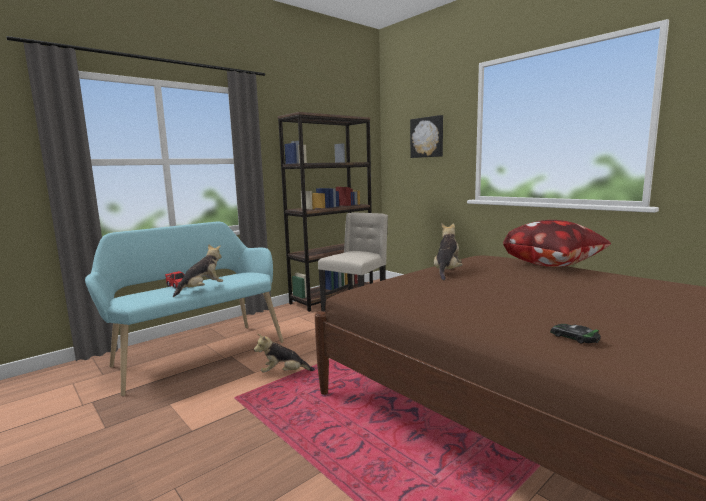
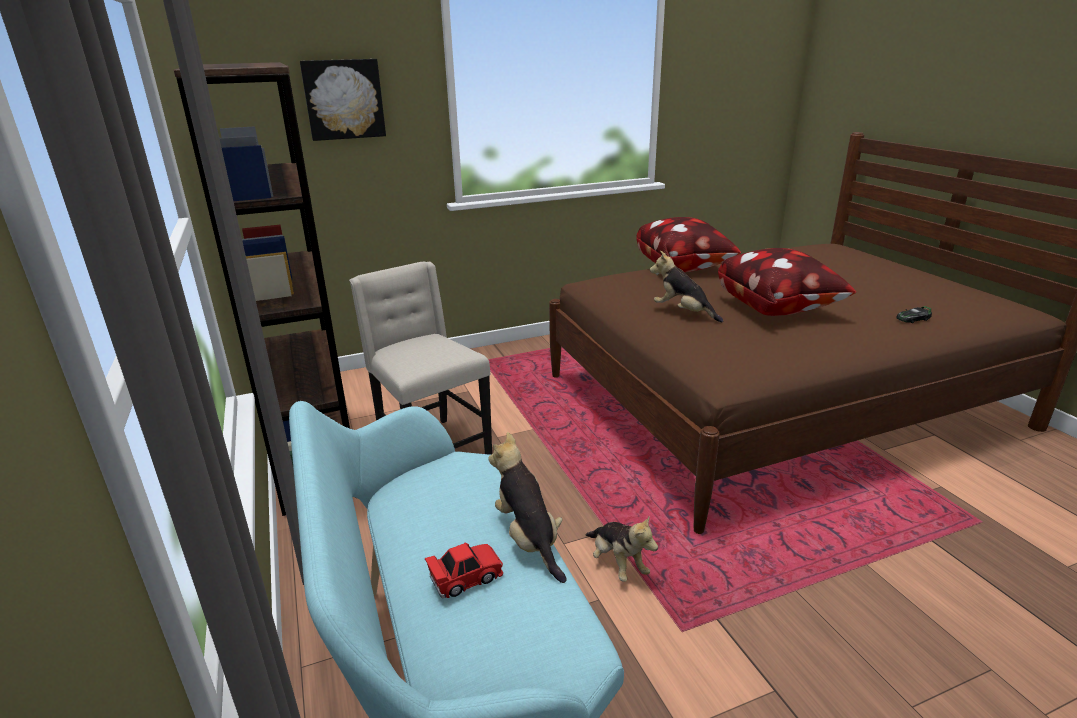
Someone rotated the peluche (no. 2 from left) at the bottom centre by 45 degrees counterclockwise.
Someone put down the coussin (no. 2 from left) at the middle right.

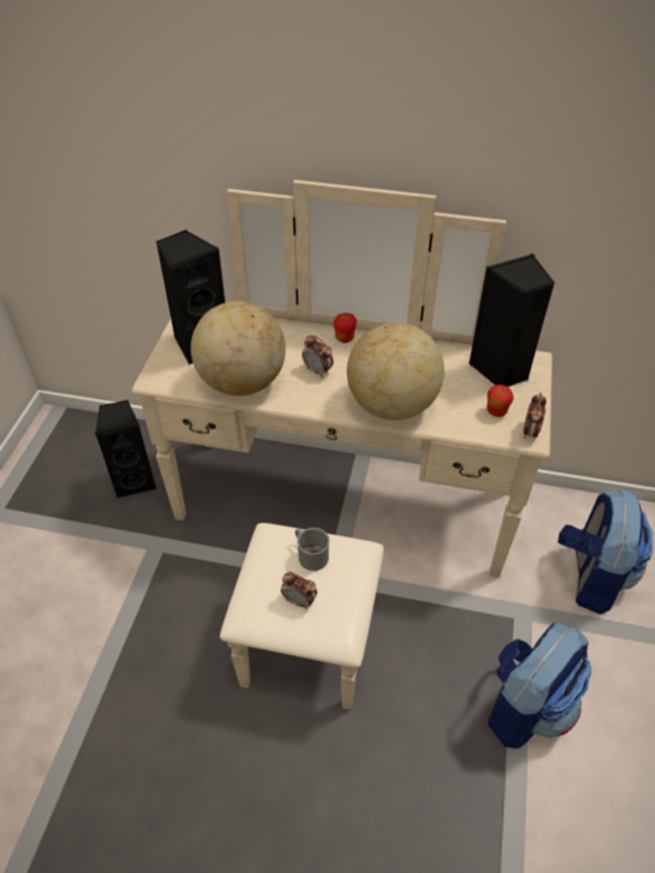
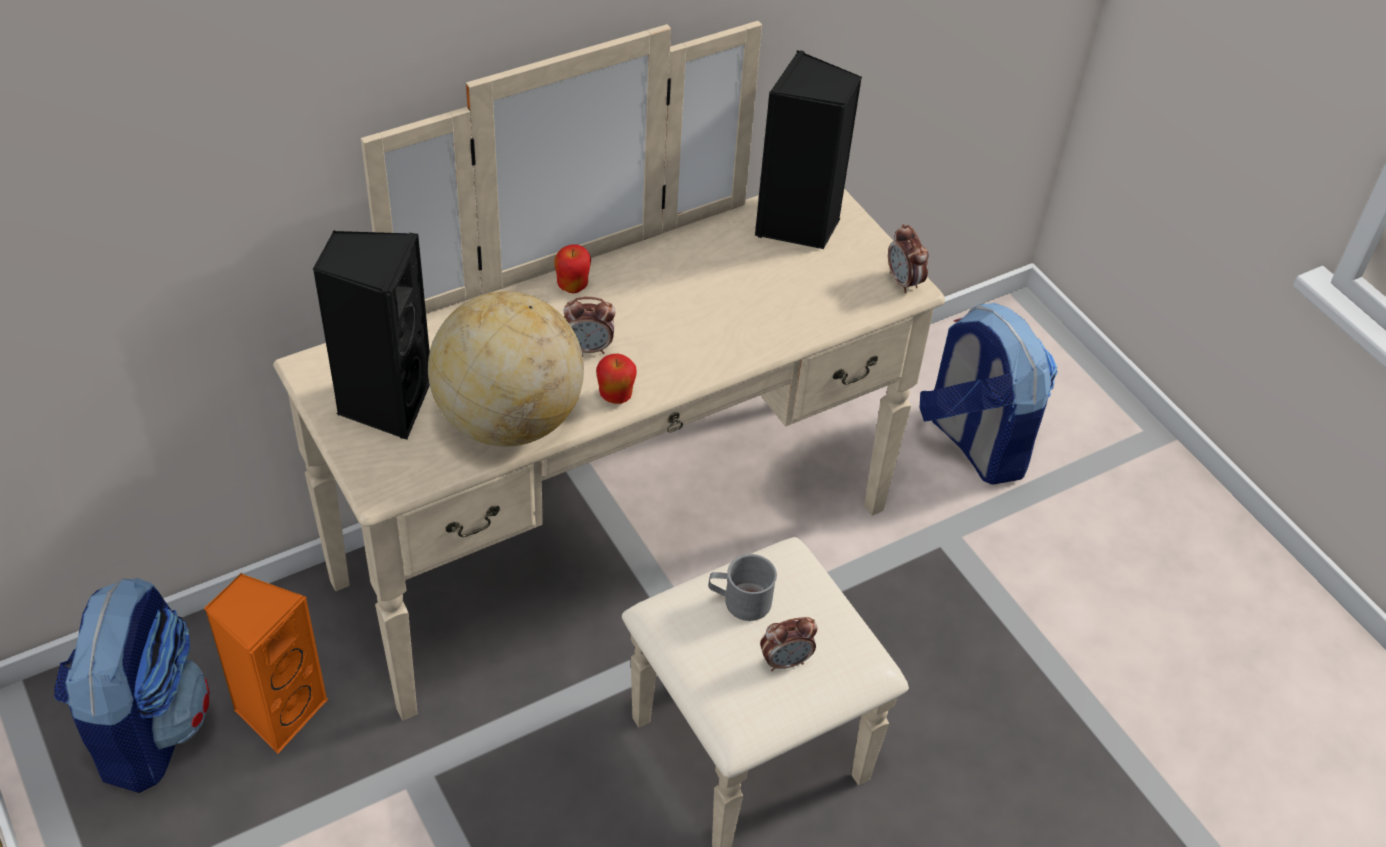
Someone repainted the enceinte [noir] (no. 1 from left) at the middle left, which became the enceinte [orange] at the bottom left.
Someone took away the globe (no. 2 from left) at the centre.
Someone carried the pomme (no. 2 from left) from the middle right to the centre.
Someone carried the sac à dos (no. 1 from left) from the bottom right to the bottom left.

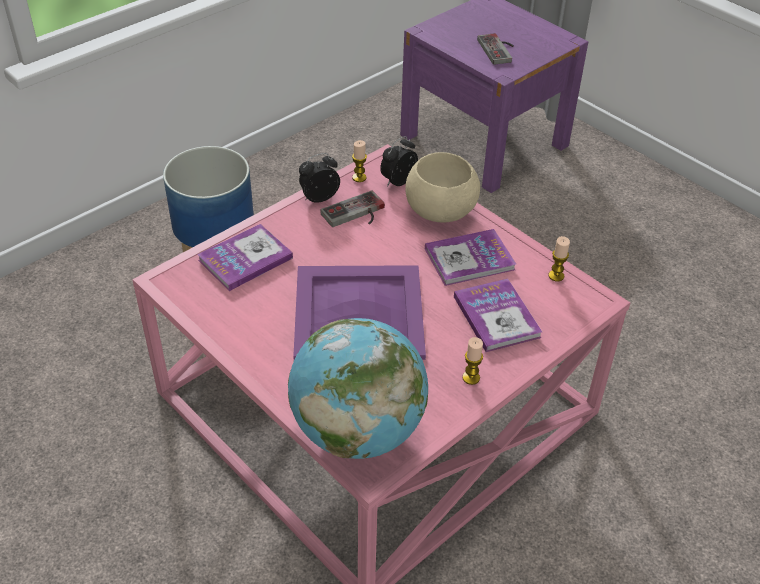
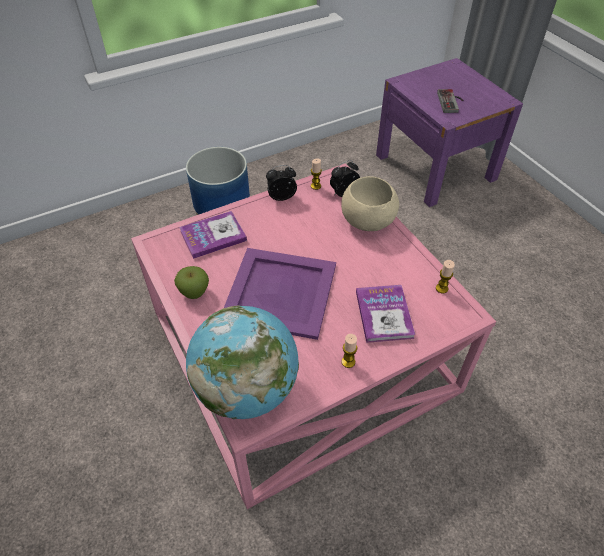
Someone took away the manette (no. 1 from left) at the centre.
Someone took away the livre (no. 2 from left) at the centre.
Someone put down the pomme at the middle left.

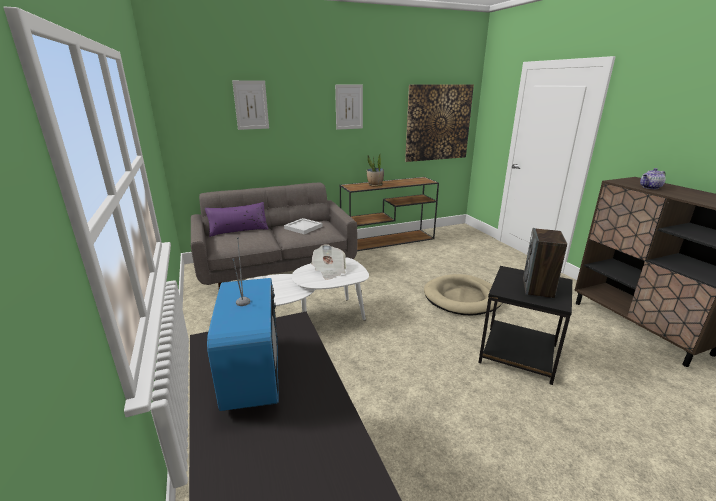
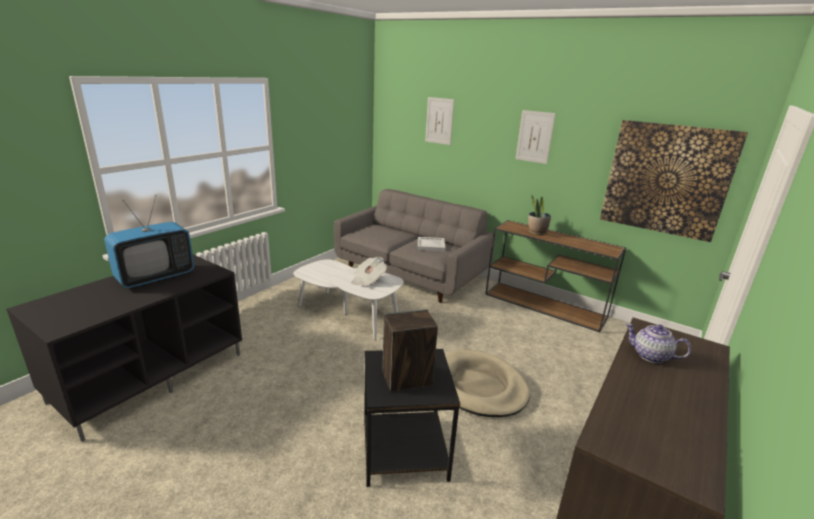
Someone took away the coussin [violet] at the middle left.

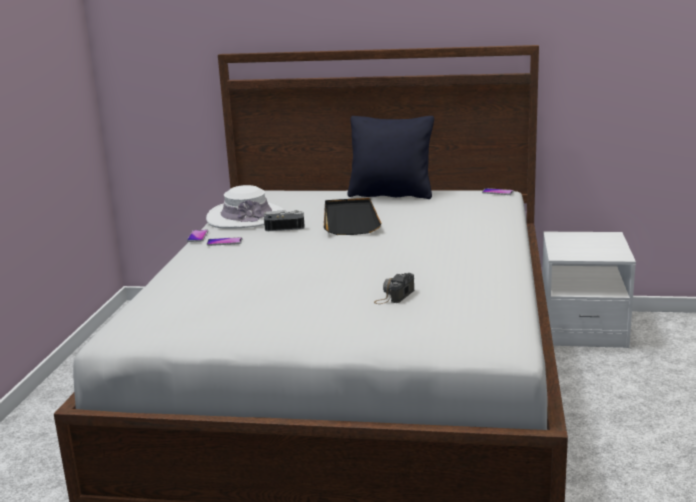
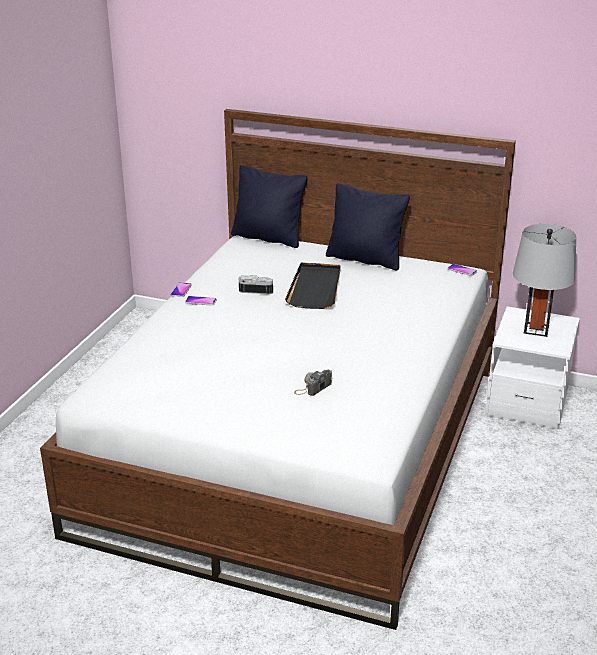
Someone took away the chapeau [blanc] at the centre.
Someone put down the coussin [noir] (no. 1 from left) at the top centre.
Someone put down the lampe de table [gris] at the middle right.

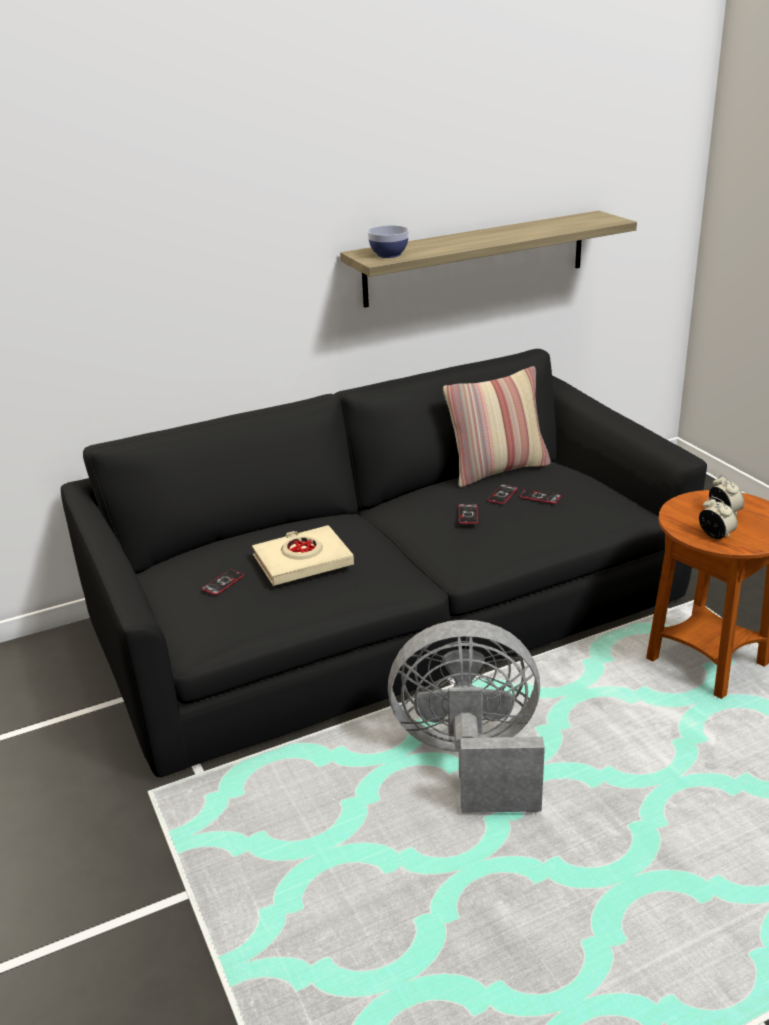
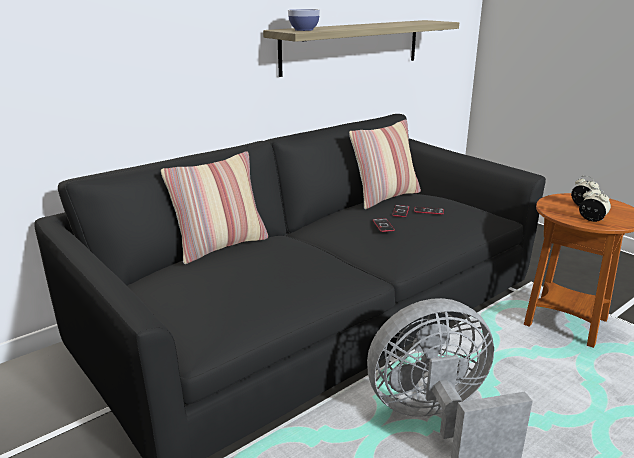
Someone took away the téléphone (no. 1 from left) at the middle left.
Someone took away the livre [beige] at the centre.
Someone put down the coussin (no. 1 from left) at the centre.

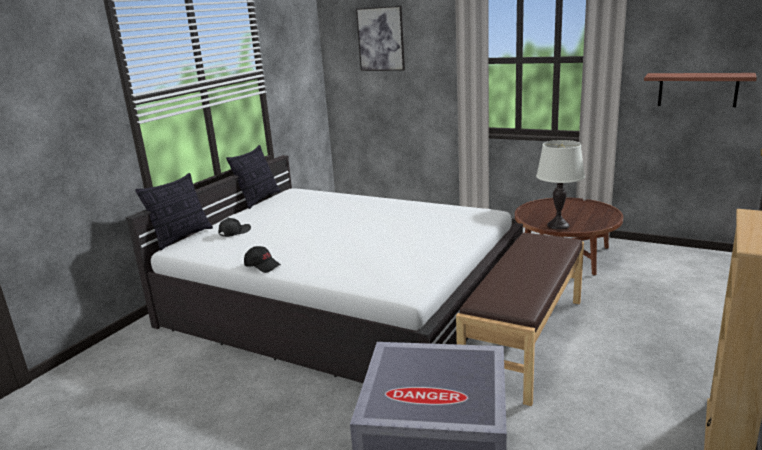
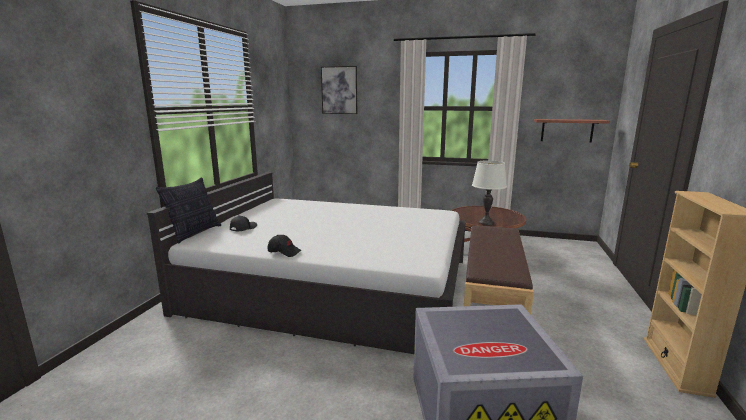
Someone took away the coussin (no. 2 from left) at the middle left.

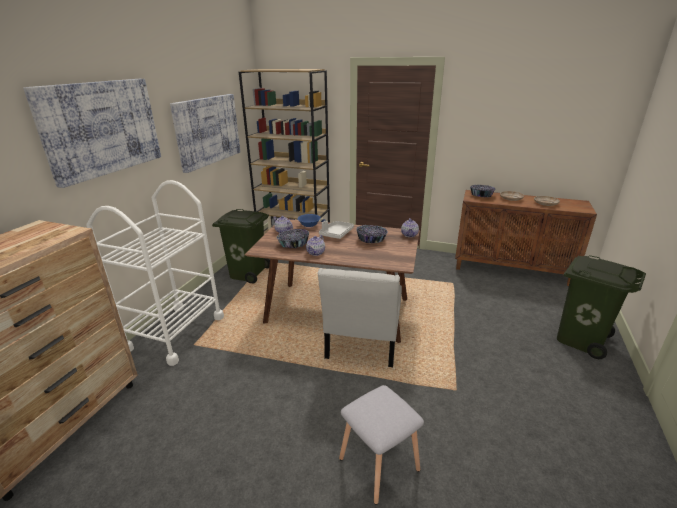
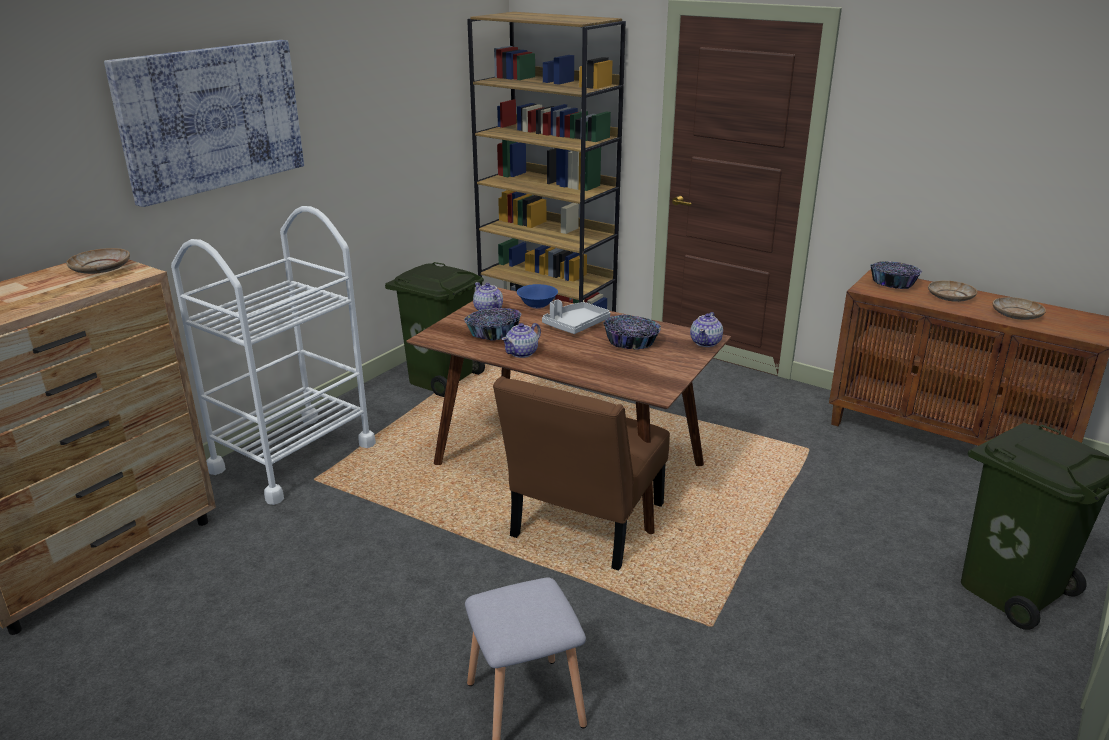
Someone took away the tableau (no. 2 from left) at the top left.
Someone repainted the chaise [blanc] at the centre, which became the chaise [marron] at the centre.
Someone put down the assiette [beige] (no. 1 from left) at the middle left.

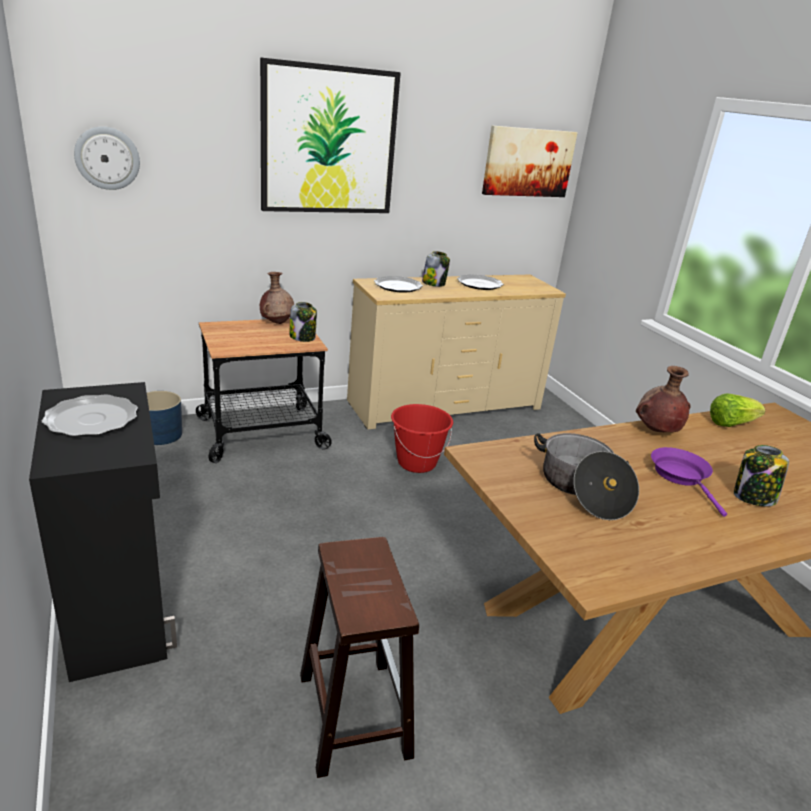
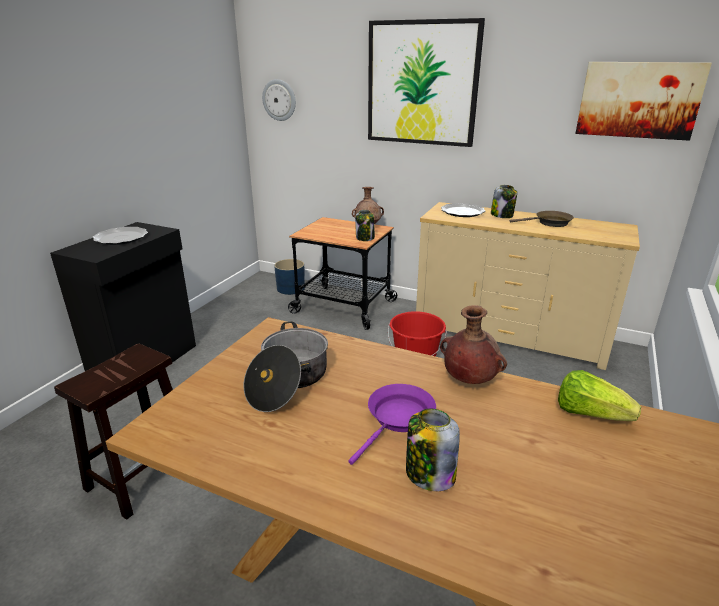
Someone swapped the assiette (no. 3 from left) at the centre for the poêle [marron] at the middle right.

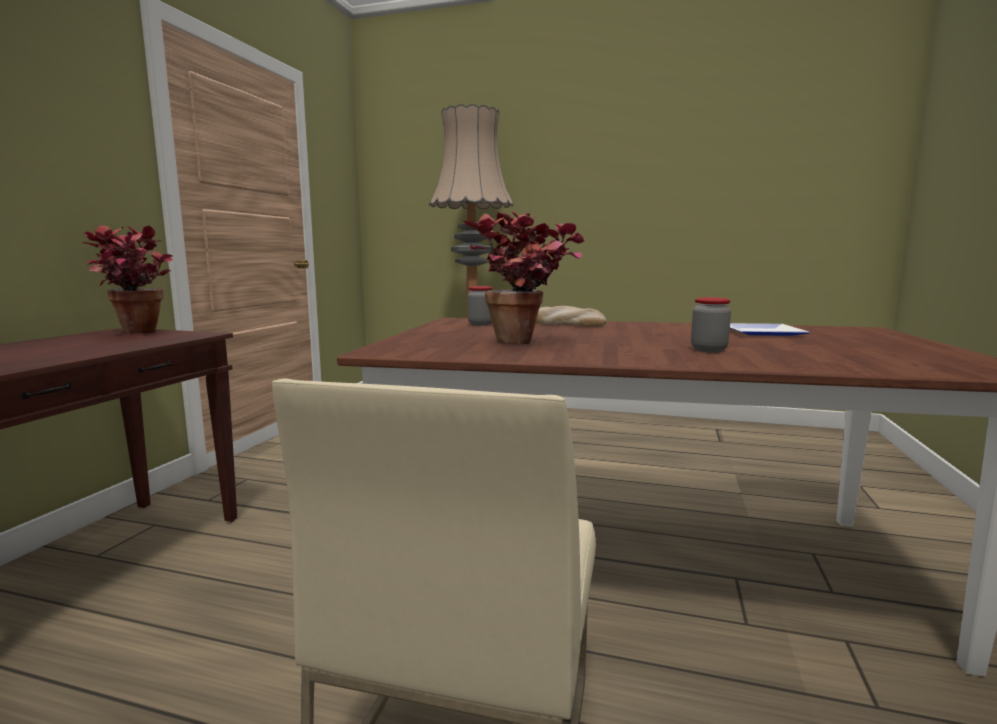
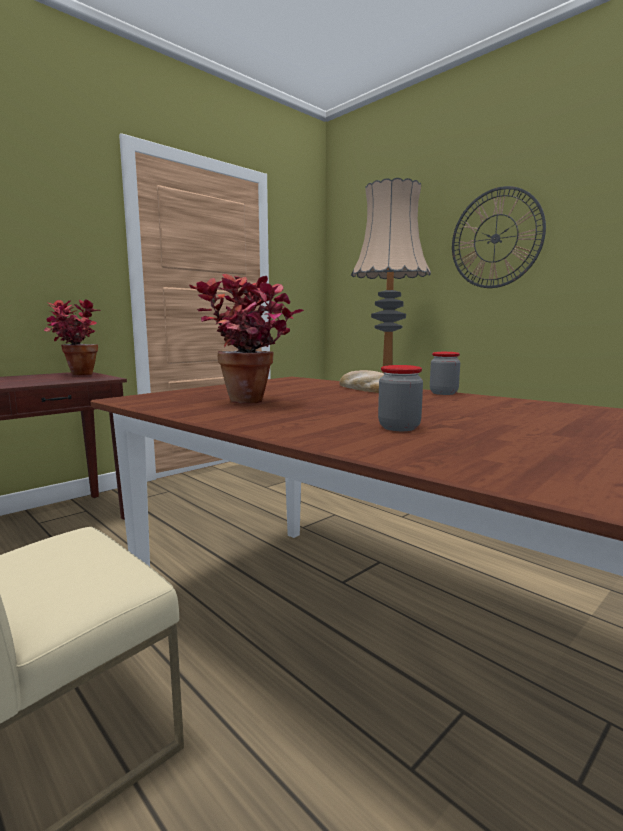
Someone carried the bocal (no. 1 from left in the first image) from the centre to the middle right.
Someone took away the assiette at the middle right.
Someone put up the horloge murale at the top right.

